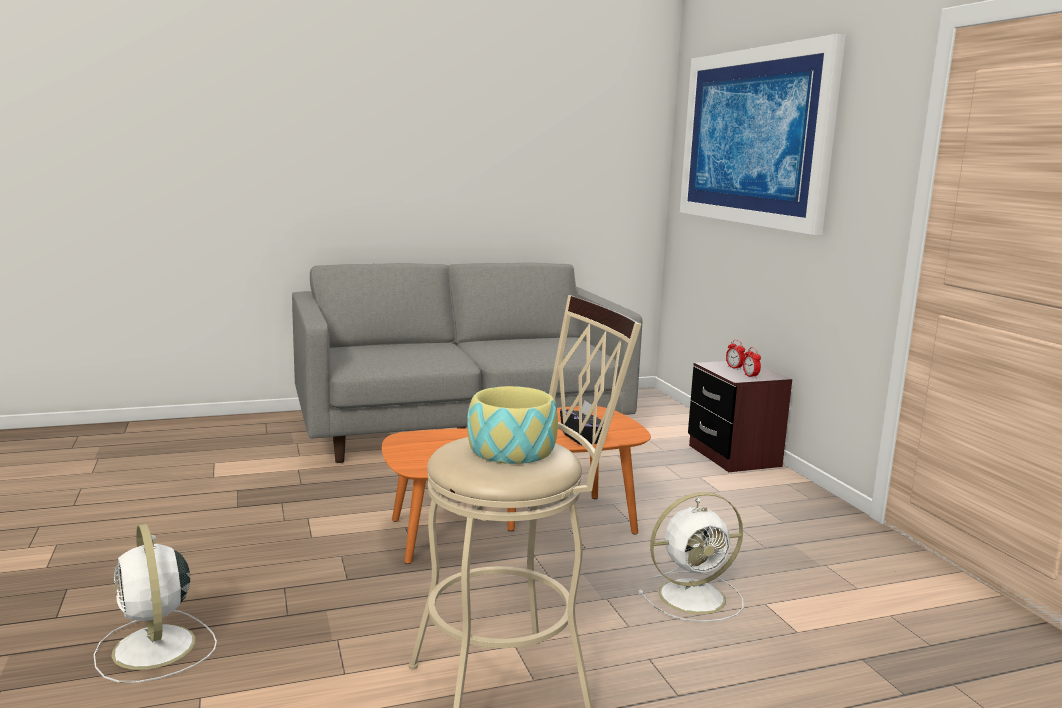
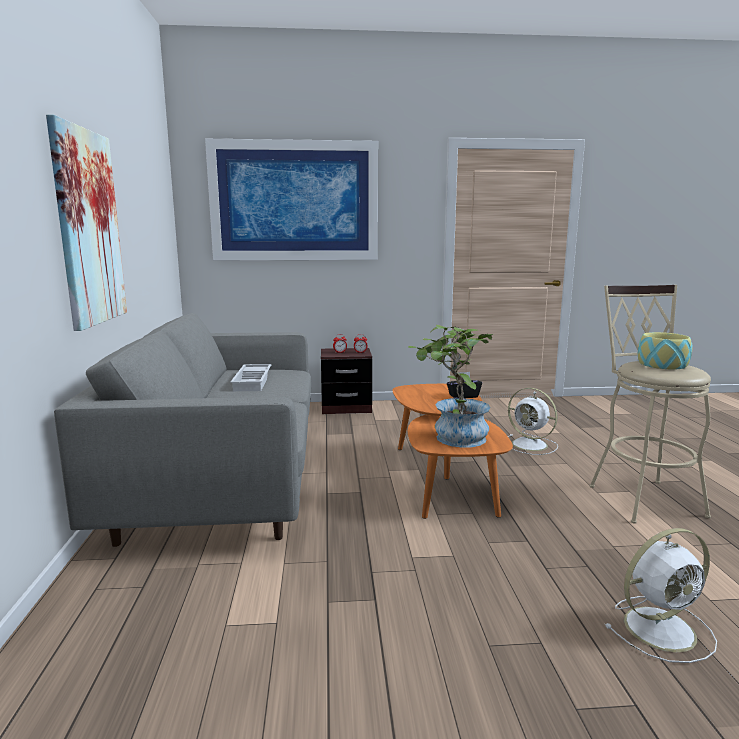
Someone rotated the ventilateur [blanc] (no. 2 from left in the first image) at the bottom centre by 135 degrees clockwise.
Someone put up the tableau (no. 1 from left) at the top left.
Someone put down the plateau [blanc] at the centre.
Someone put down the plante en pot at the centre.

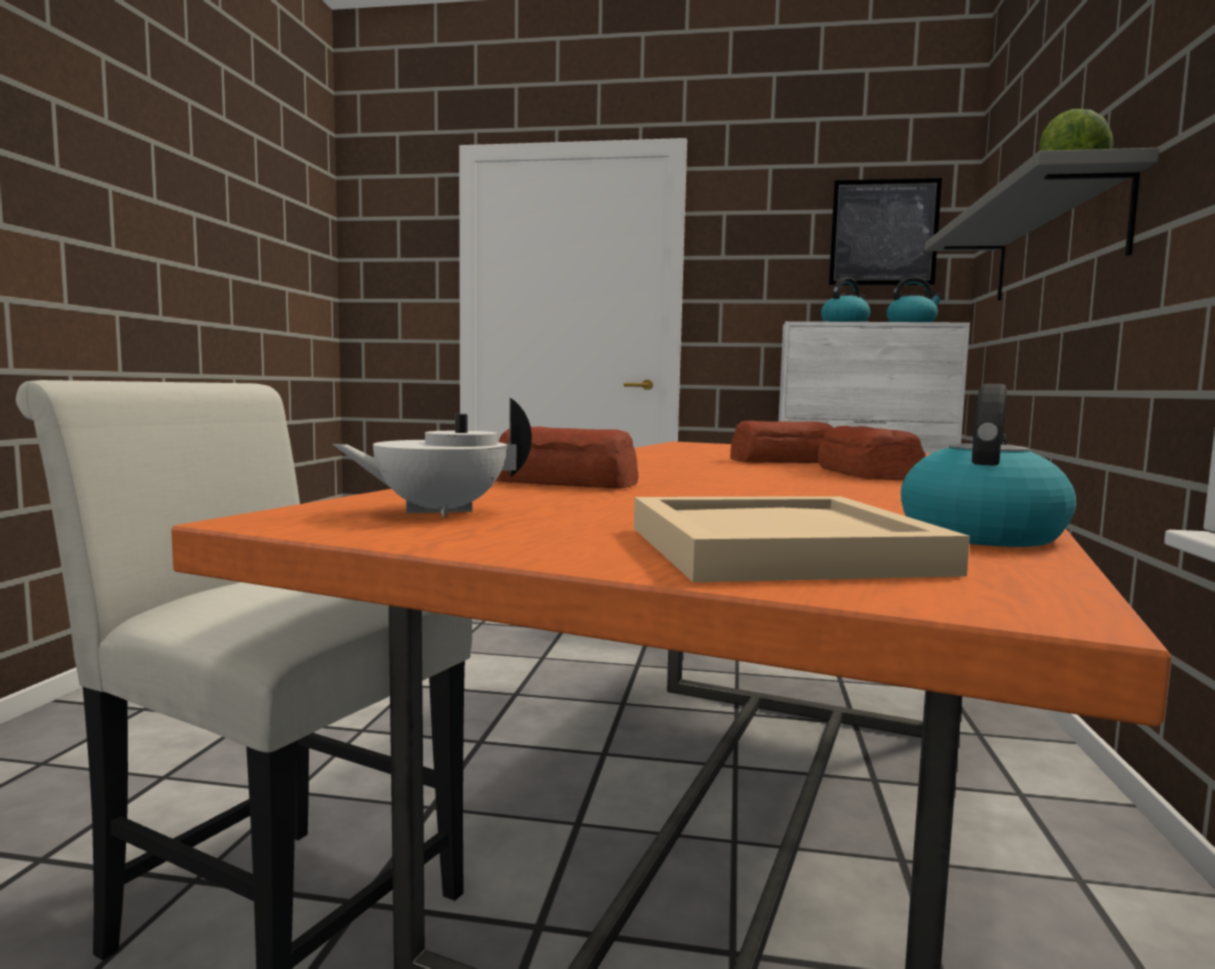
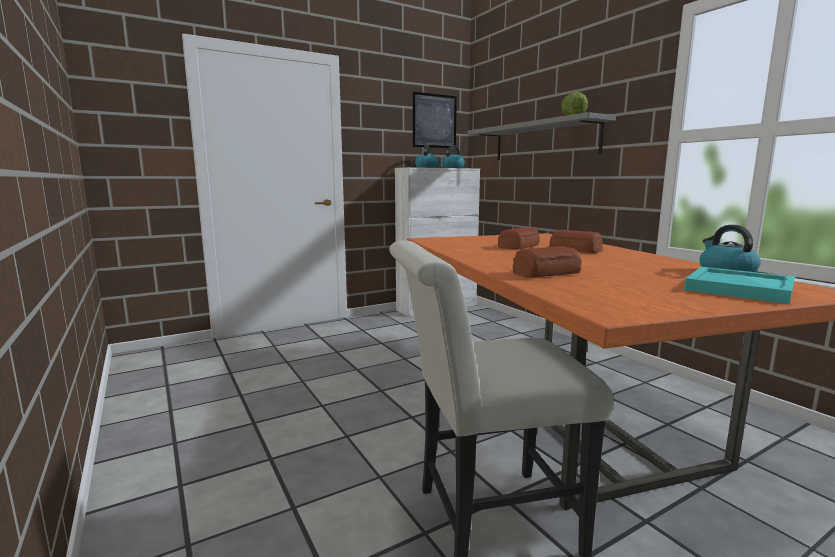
Someone took away the théière [blanc] at the centre.
Someone repainted the plateau [beige] at the centre, which became the plateau [turquoise] at the middle right.

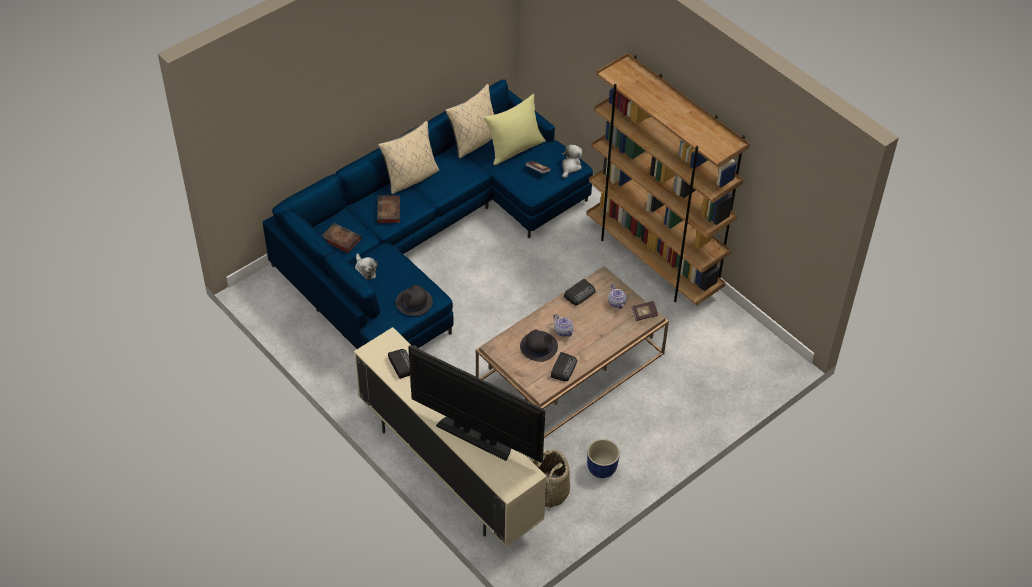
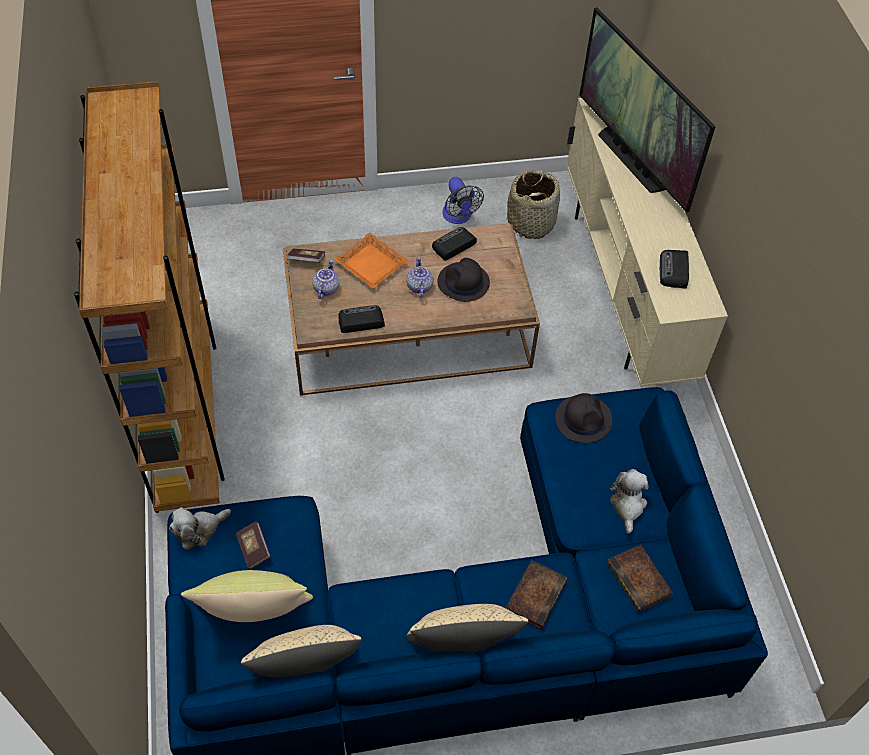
Someone swapped the cache-pot [bleu] at the bottom centre for the ventilateur at the top centre.
Someone put down the plateau [orange] at the centre.

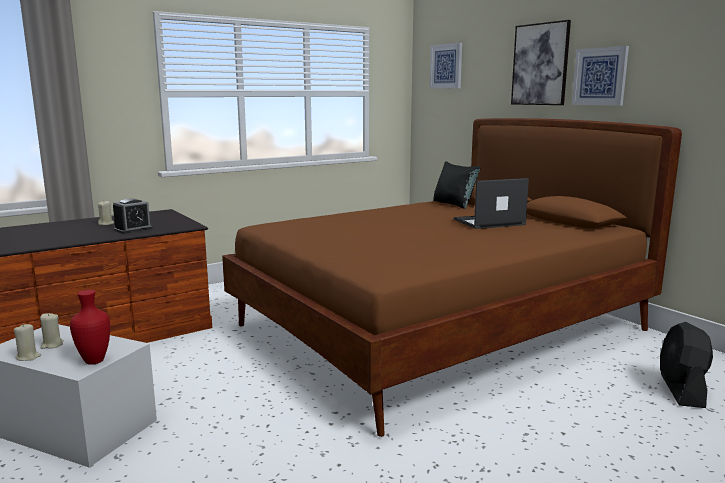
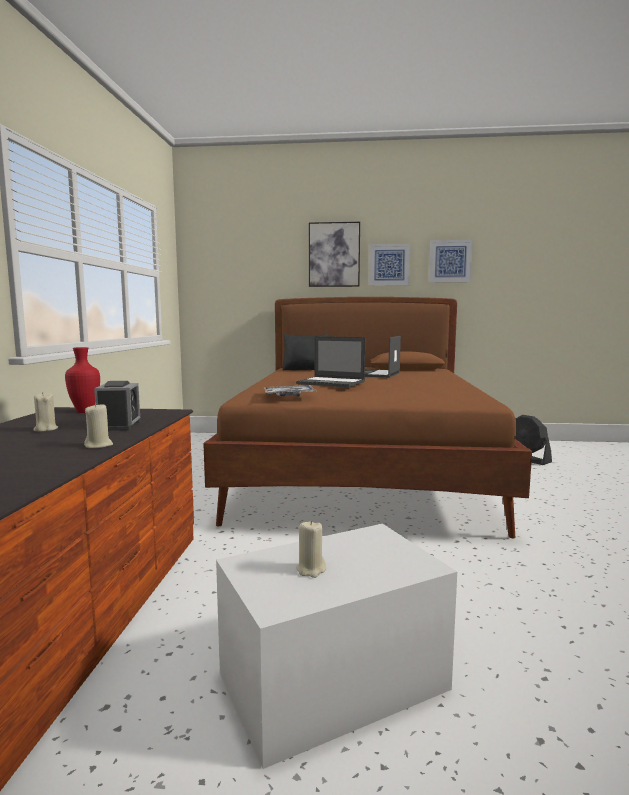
Someone carried the bougie [beige] (no. 1 from left in the first image) from the bottom left to the middle left.
Someone carried the vase [rouge] from the bottom left to the middle left.
Someone carried the tableau (no. 1 from left in the first image) from the top centre to the top right.
Someone put down the plateau at the centre.
Someone put down the ordinateur portable (no. 1 from left) at the centre.

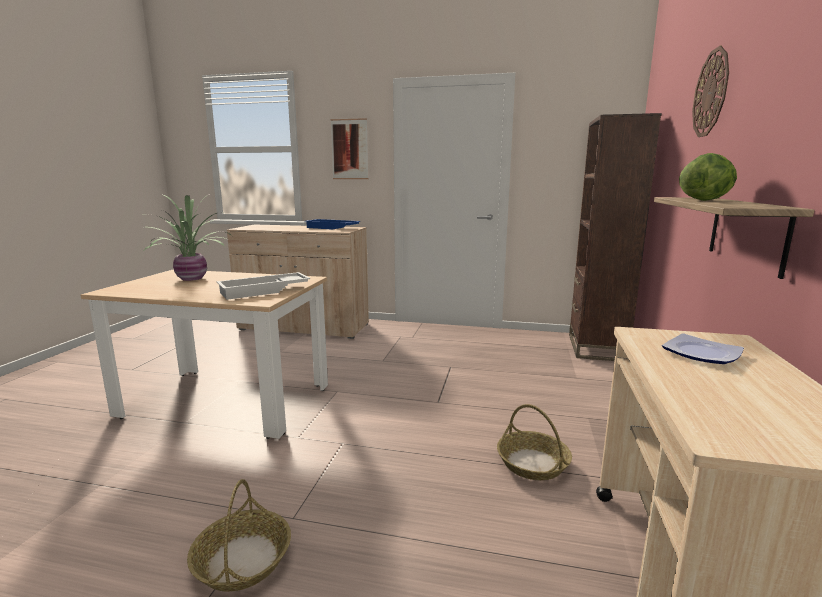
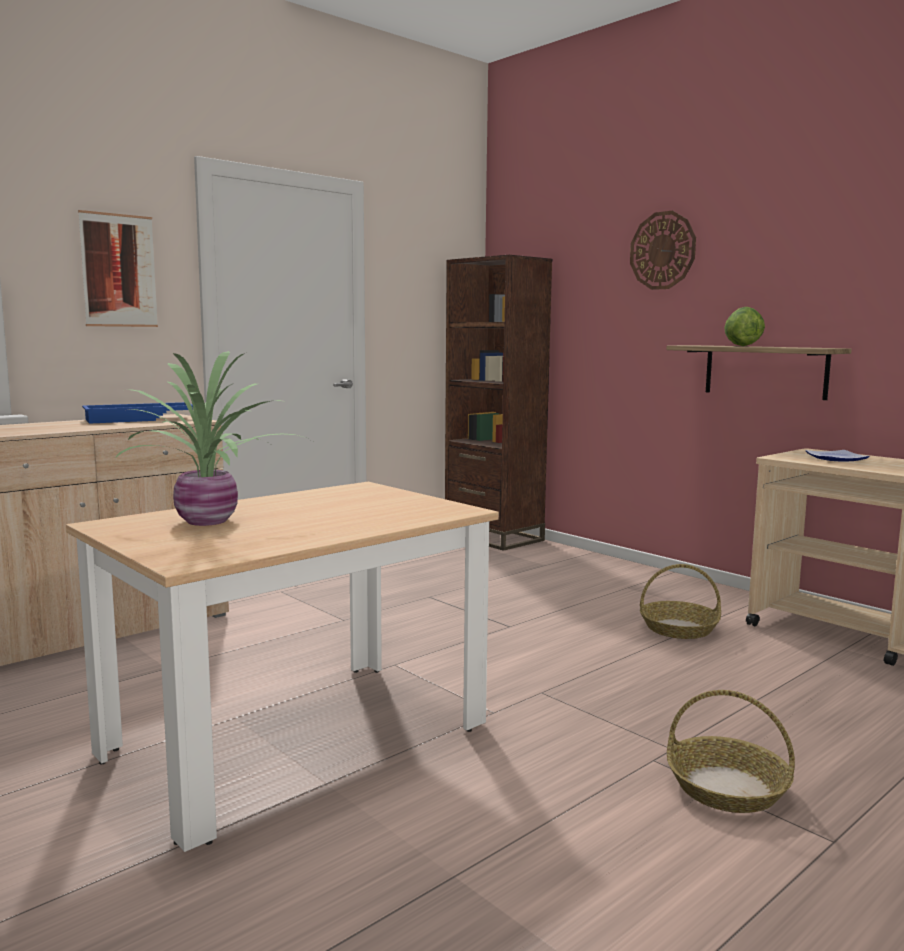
Someone took away the plateau [blanc] at the middle left.

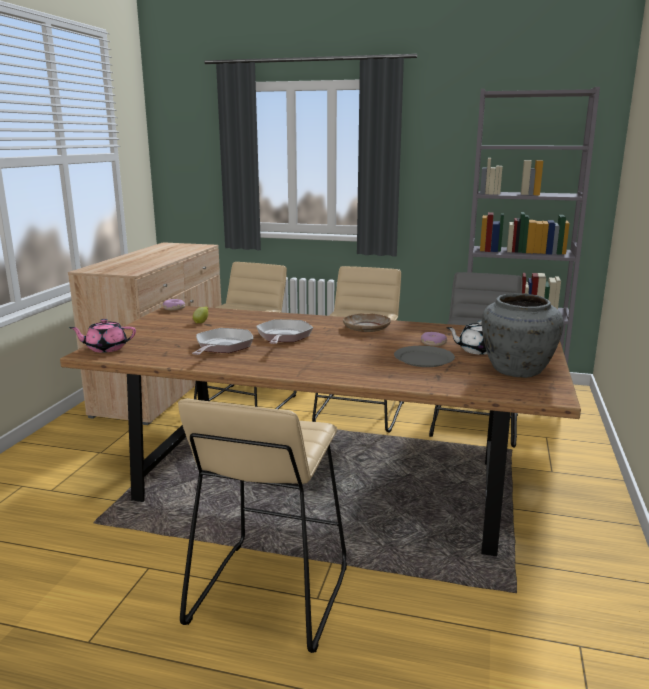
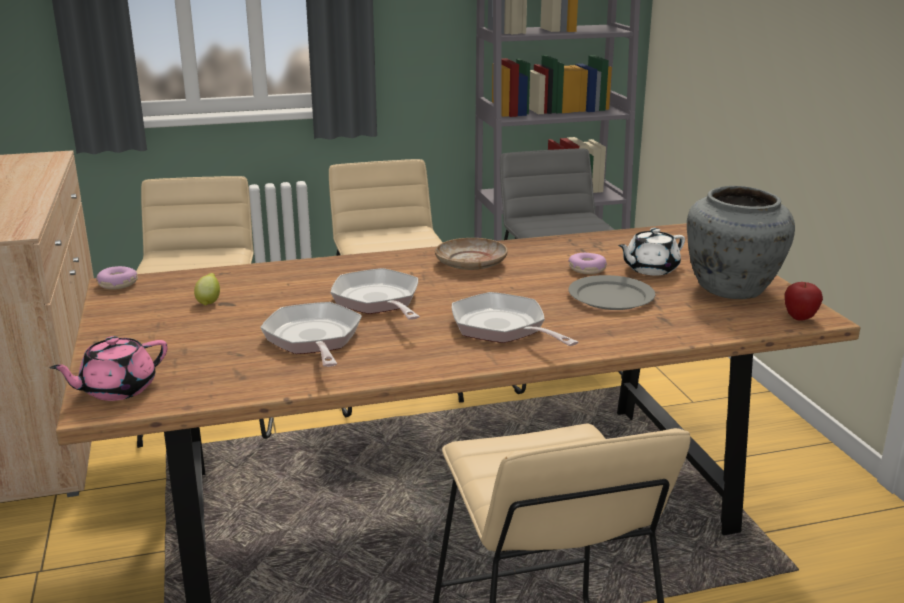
Someone put down the poêle (no. 3 from left) at the centre.
Someone put down the pomme at the middle right.

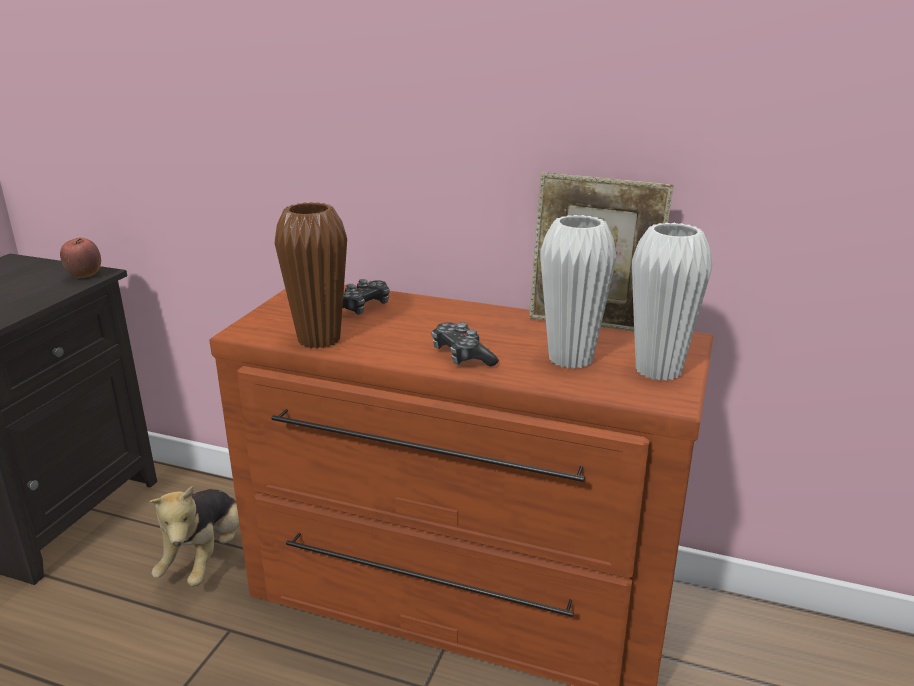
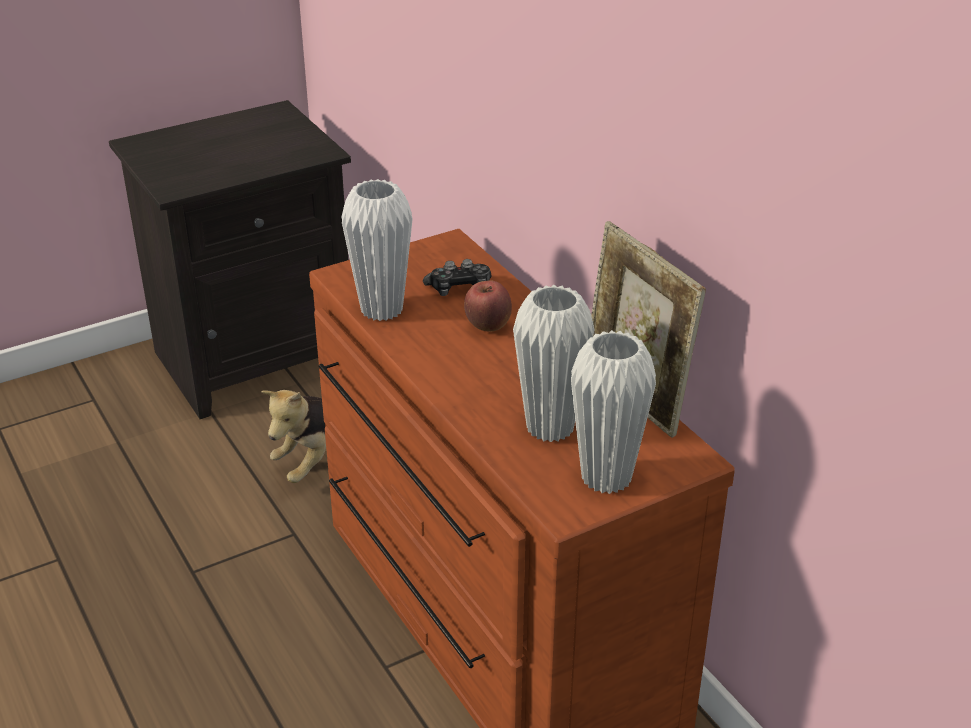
Someone carried the pomme from the middle left to the centre.
Someone repainted the vase [marron] at the centre, which became the vase [blanc] (no. 1 from left) at the centre.
Someone took away the manette (no. 2 from left) at the centre.

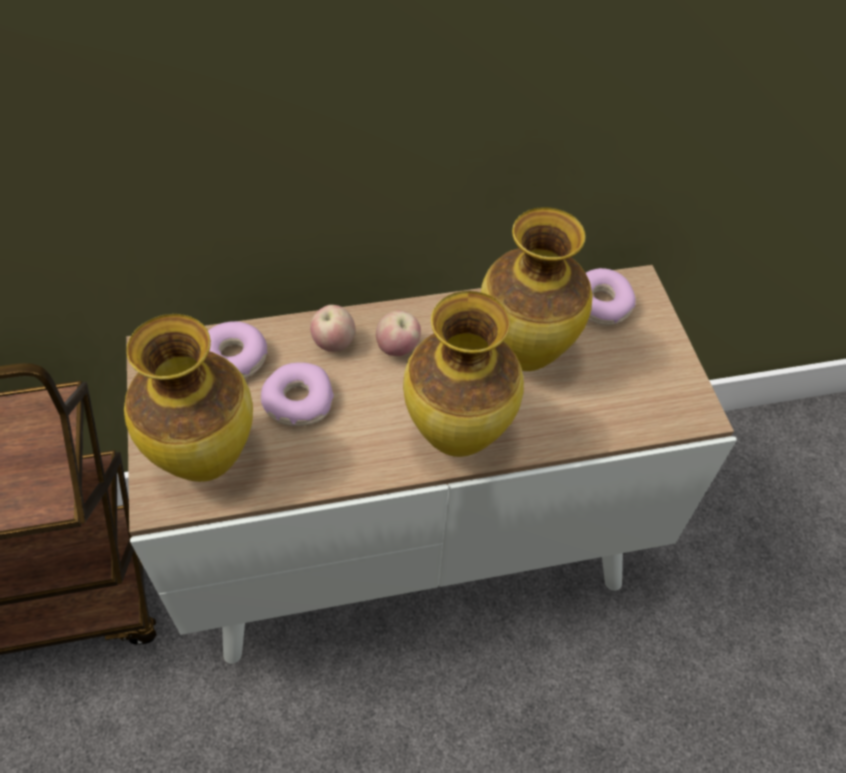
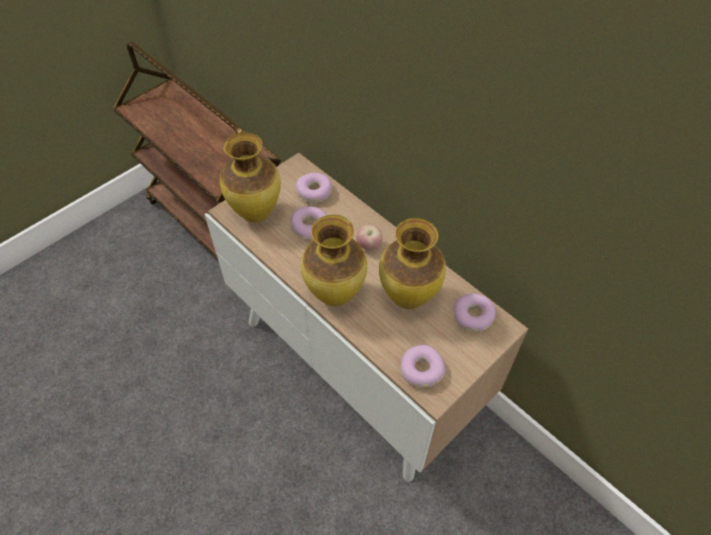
Someone took away the pomme (no. 1 from left) at the centre.
Someone put down the beignet (no. 3 from left) at the bottom centre.

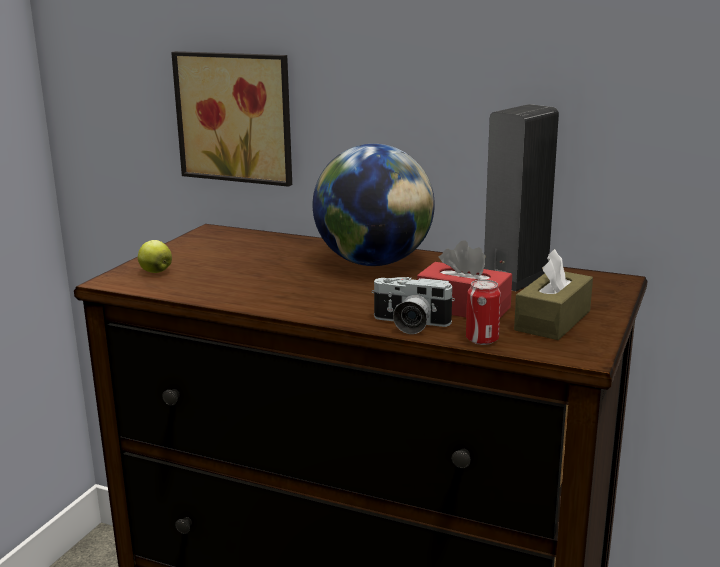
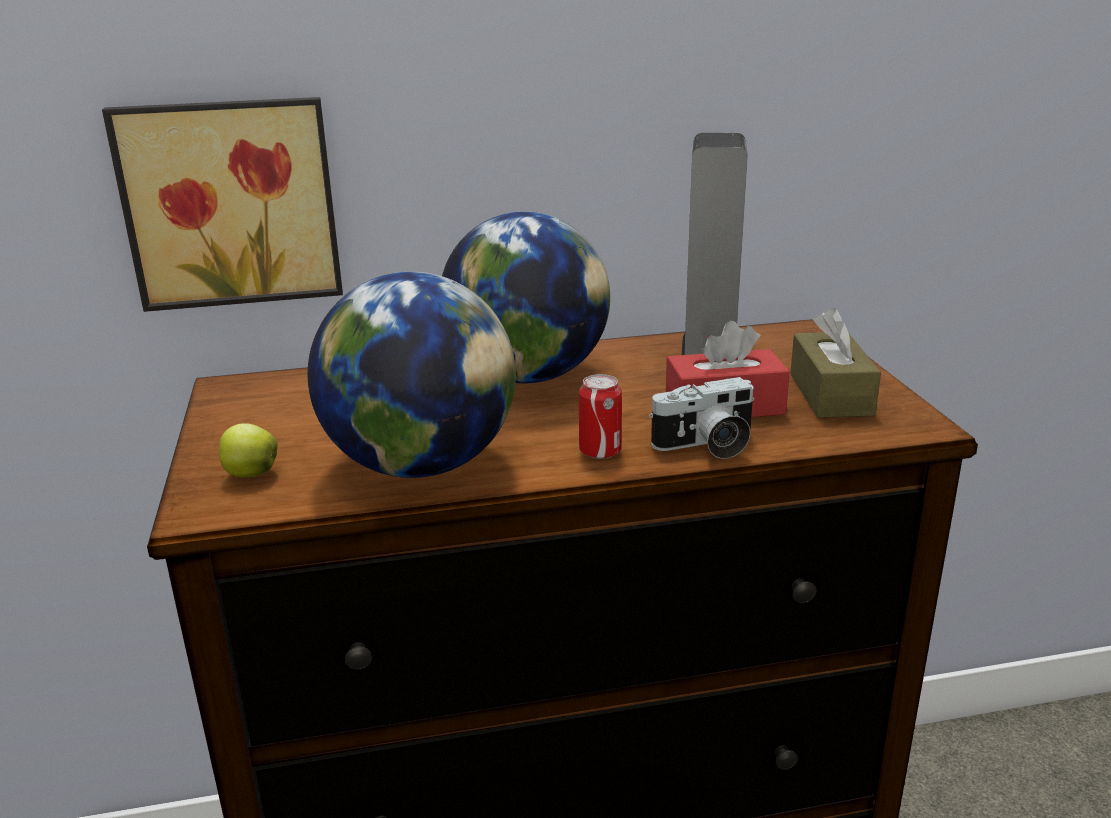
Someone carried the boîte métallique from the middle right to the centre.
Someone put down the globe (no. 1 from left) at the centre.

